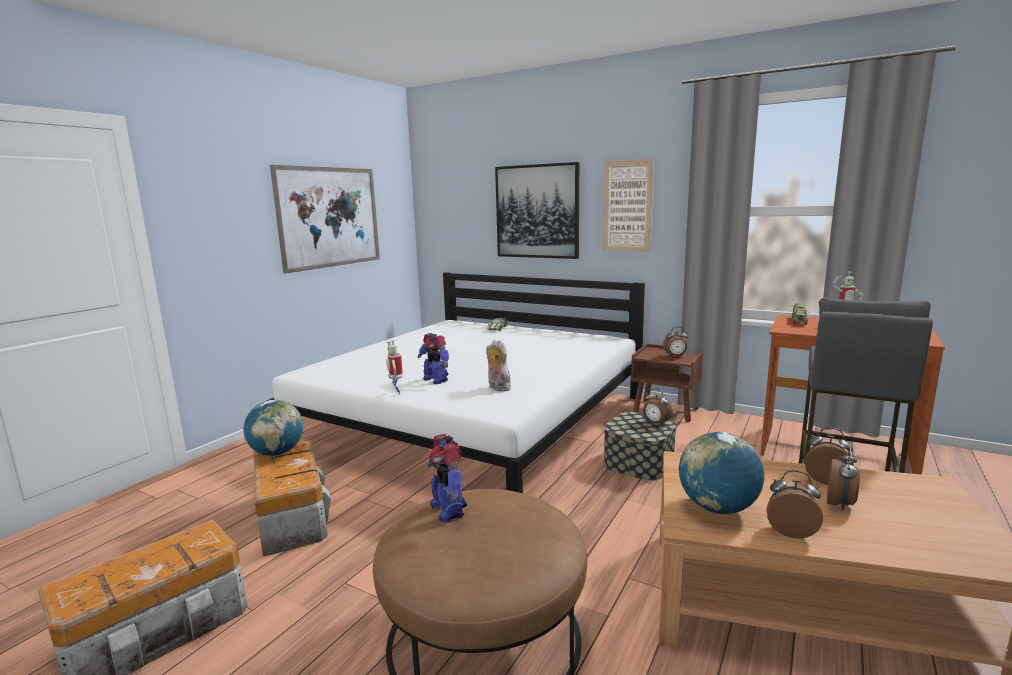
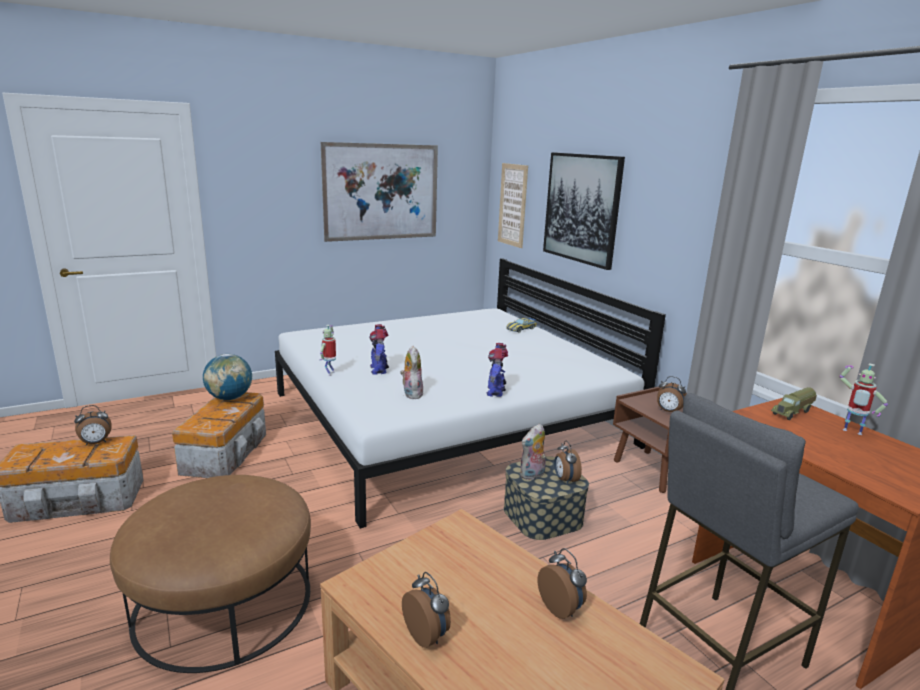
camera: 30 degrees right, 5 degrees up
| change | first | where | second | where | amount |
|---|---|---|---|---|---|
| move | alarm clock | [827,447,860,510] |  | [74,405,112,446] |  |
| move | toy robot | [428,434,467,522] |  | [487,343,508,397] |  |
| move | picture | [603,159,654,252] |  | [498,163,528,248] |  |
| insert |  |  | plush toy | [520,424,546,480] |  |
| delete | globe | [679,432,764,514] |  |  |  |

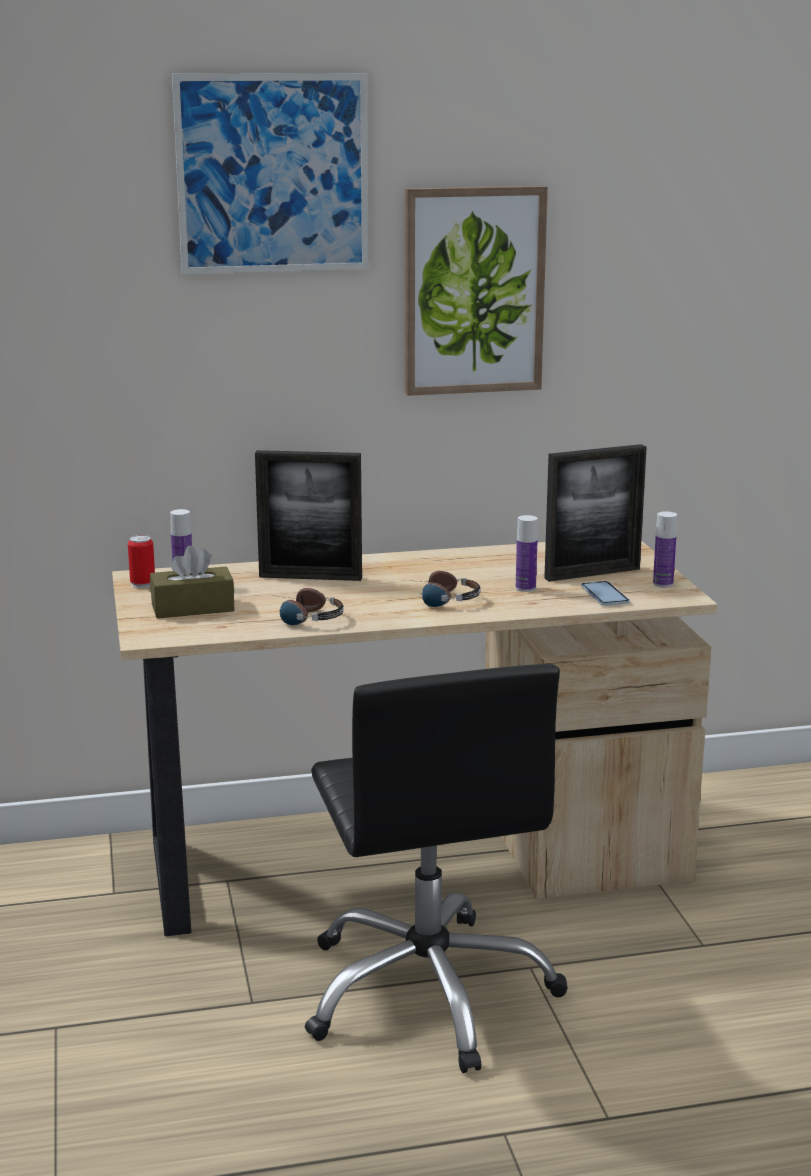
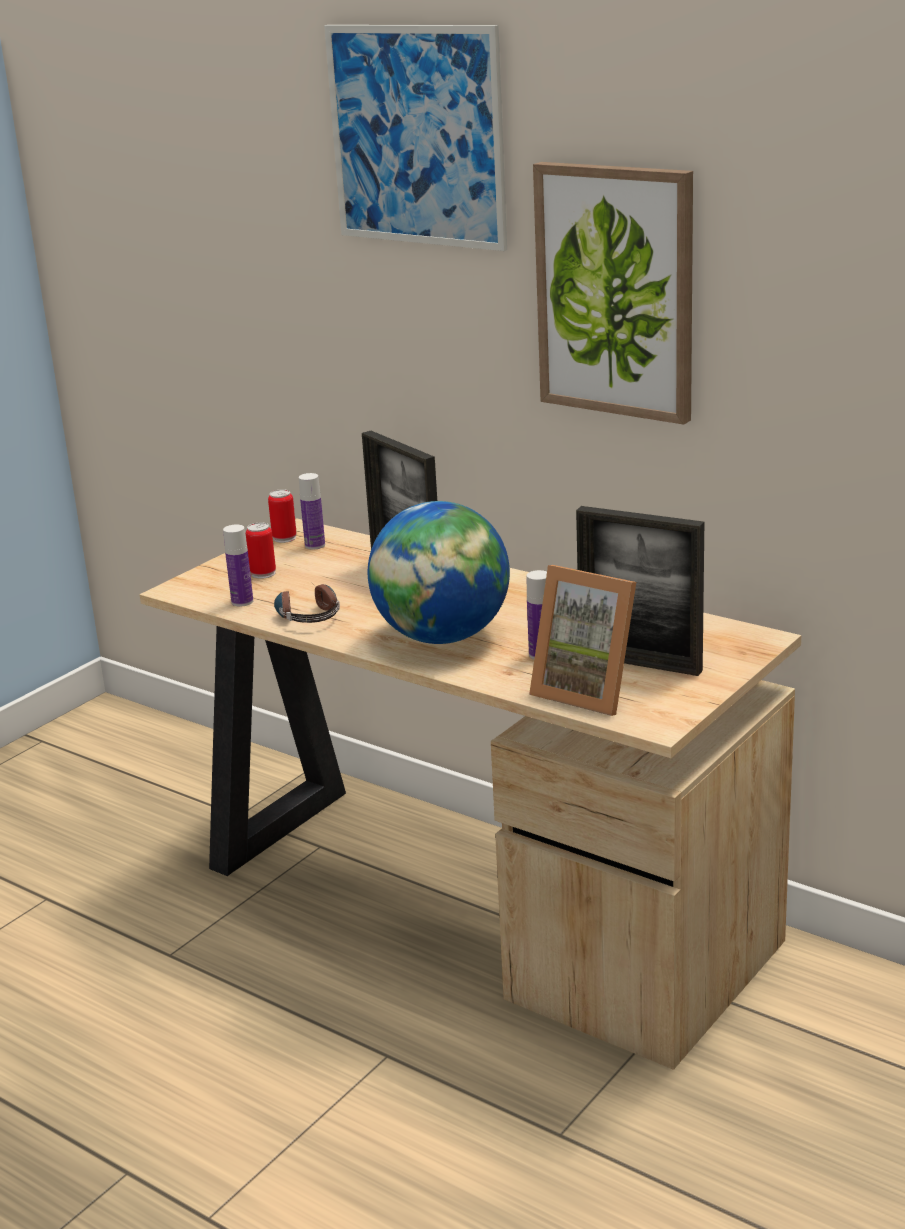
camera: 50 degrees right, 5 degrees up
| change | first | where | second | where | amount |
|---|---|---|---|---|---|
| move | bottle | [653,511,677,588] |  | [223,524,253,607] |  |
| replace | tissue box (brown) | [150,545,234,618] | can | [246,523,276,579] |  |
| replace | headphones | [403,571,481,607] | globe | [368,501,510,644] |  |
| replace | phone | [581,581,630,606] | picture frame | [529,565,636,716] |  |
| delete | office chair (black) | [305,664,568,1073] |  |  |  |

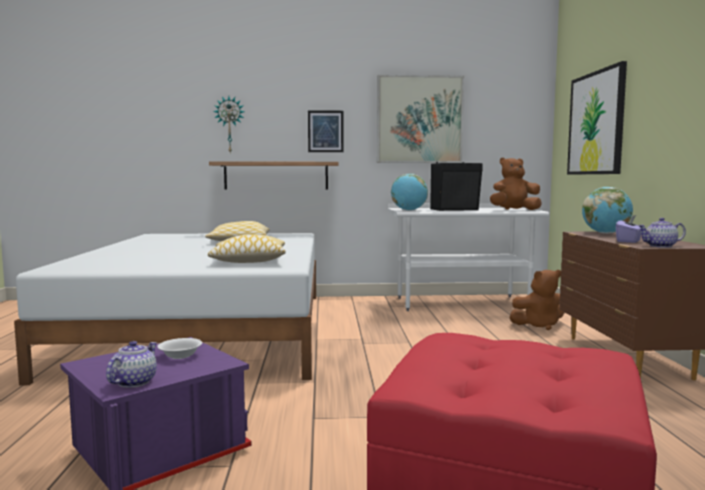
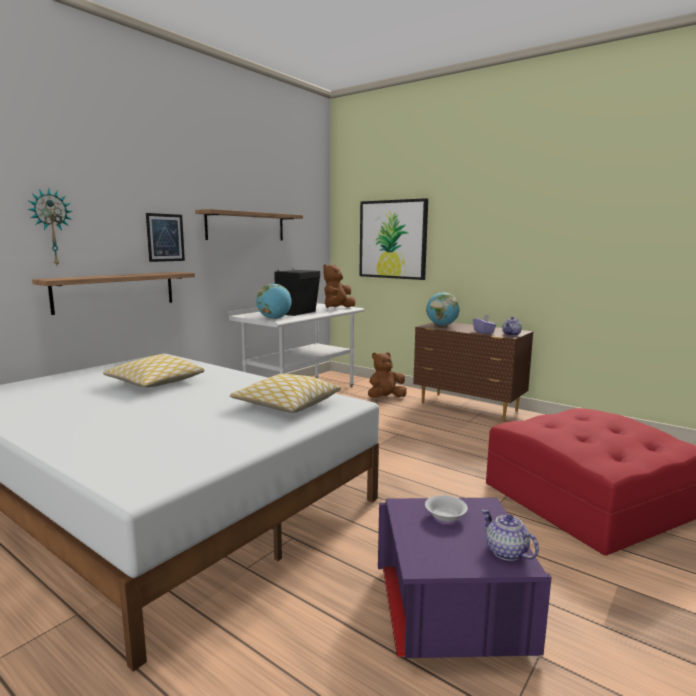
camera: 50 degrees left, 5 degrees up
| change | first | where | second | where | amount |
|---|---|---|---|---|---|
| replace | picture | [377,75,464,163] | shelf | [195,209,303,240] |  |
| rotate | plush toy (brown) | [510,270,565,330] |  | [368,352,407,398] | 150 degrees counterclockwise |

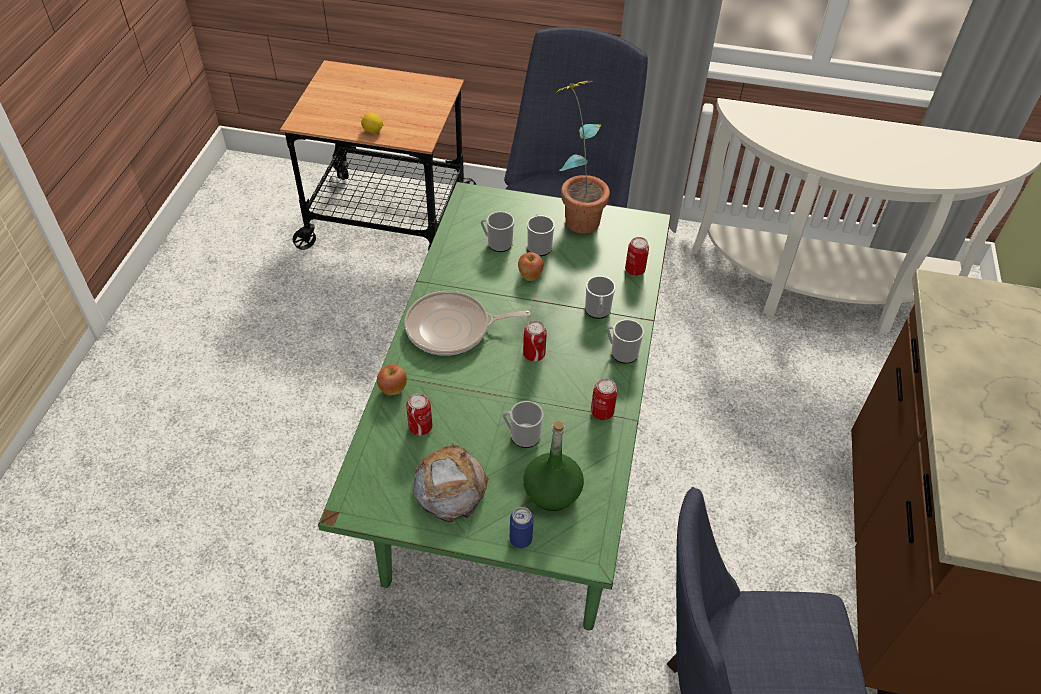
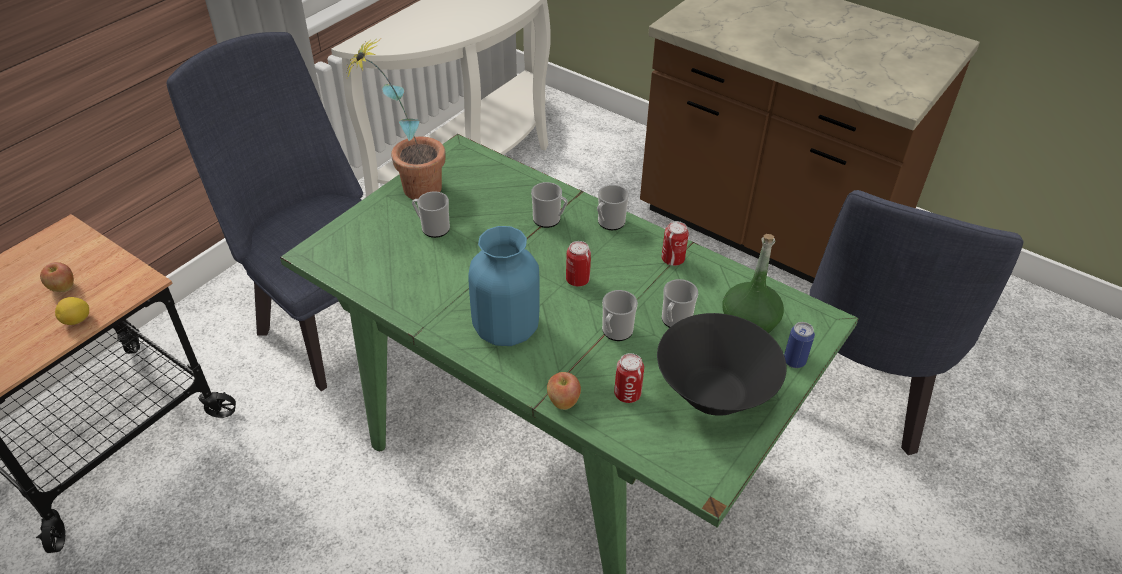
camera: 65 degrees left, 5 degrees down
| change | first | where | second | where | amount |
|---|---|---|---|---|---|
| move | apple | [518,252,543,281] |  | [40,262,74,292] |  |
| replace | frying pan | [404,291,531,356] | vase (blue) | [468,226,540,346] |  |
| move | mug | [481,211,514,252] |  | [602,290,638,341] |  |
| replace | bread | [413,443,489,522] | bowl (black) | [657,313,787,416] |  |
| delete | can | [625,237,649,276] |  |  |  |

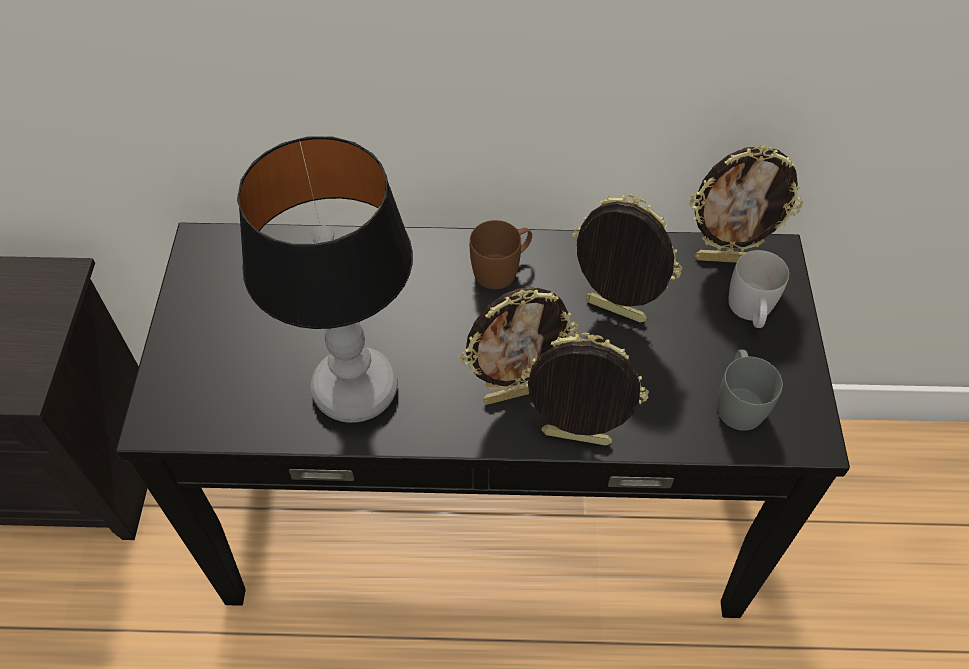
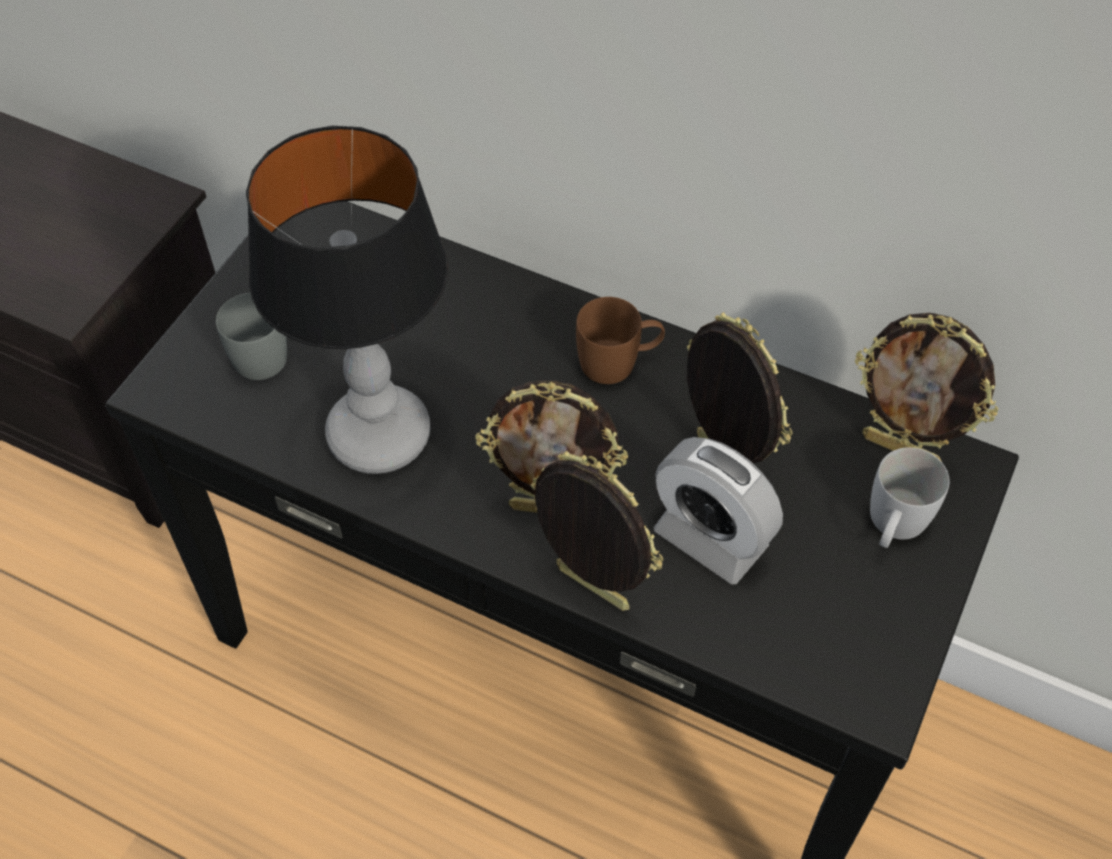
camera: 25 degrees right, 0 degrees up
| change | first | where | second | where | amount |
|---|---|---|---|---|---|
| move | mug (grey) | [717,349,783,431] |  | [216,293,287,380] |  |
| insert |  |  | alarm clock | [654,437,783,585] |  |

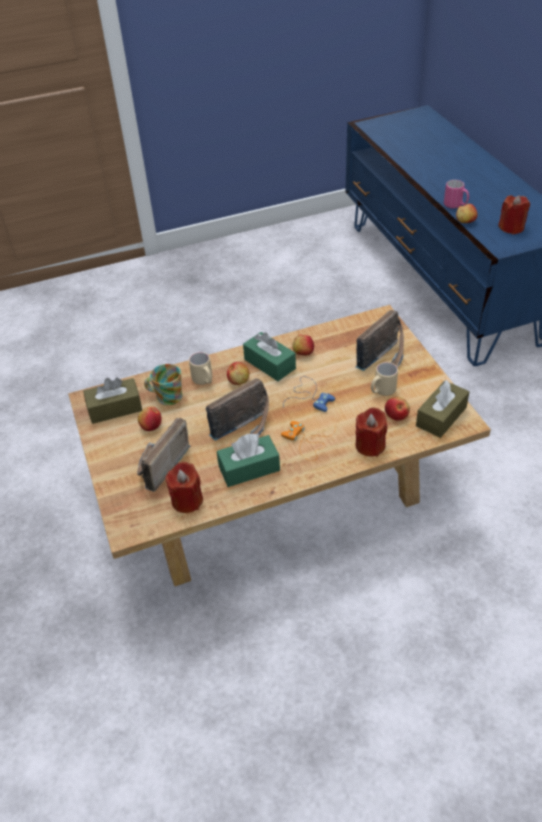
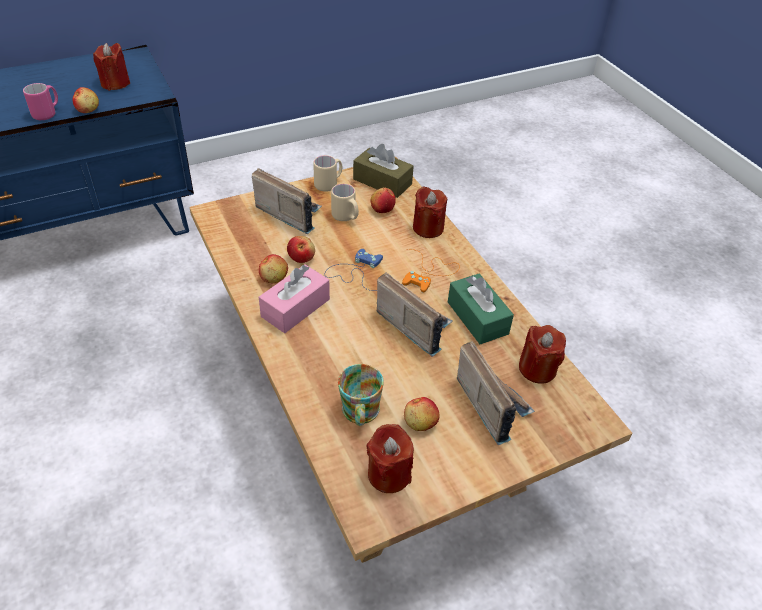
camera: 100 degrees left, 0 degrees up
| change | first | where | second | where | amount |
|---|---|---|---|---|---|
| recolor | tissue box (green) | [243,332,296,381] | tissue box (pink) | [259,264,330,333] |  |
| move | apple | [227,362,249,385] |  | [287,236,315,263] |  |
| move | mug (beige) | [189,352,212,385] |  | [313,155,342,192] |  |
| replace | tissue box (brown) | [83,377,142,424] | candle (red) | [366,424,414,493] |  |
| rotate | radio | [137,418,190,492] |  | [457,341,535,445] | 135 degrees counterclockwise |

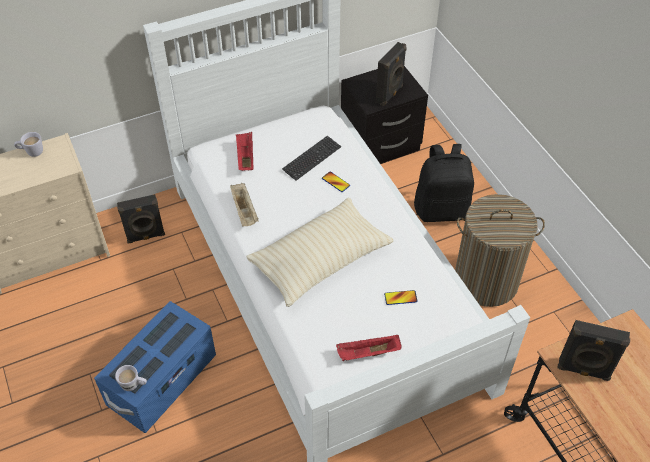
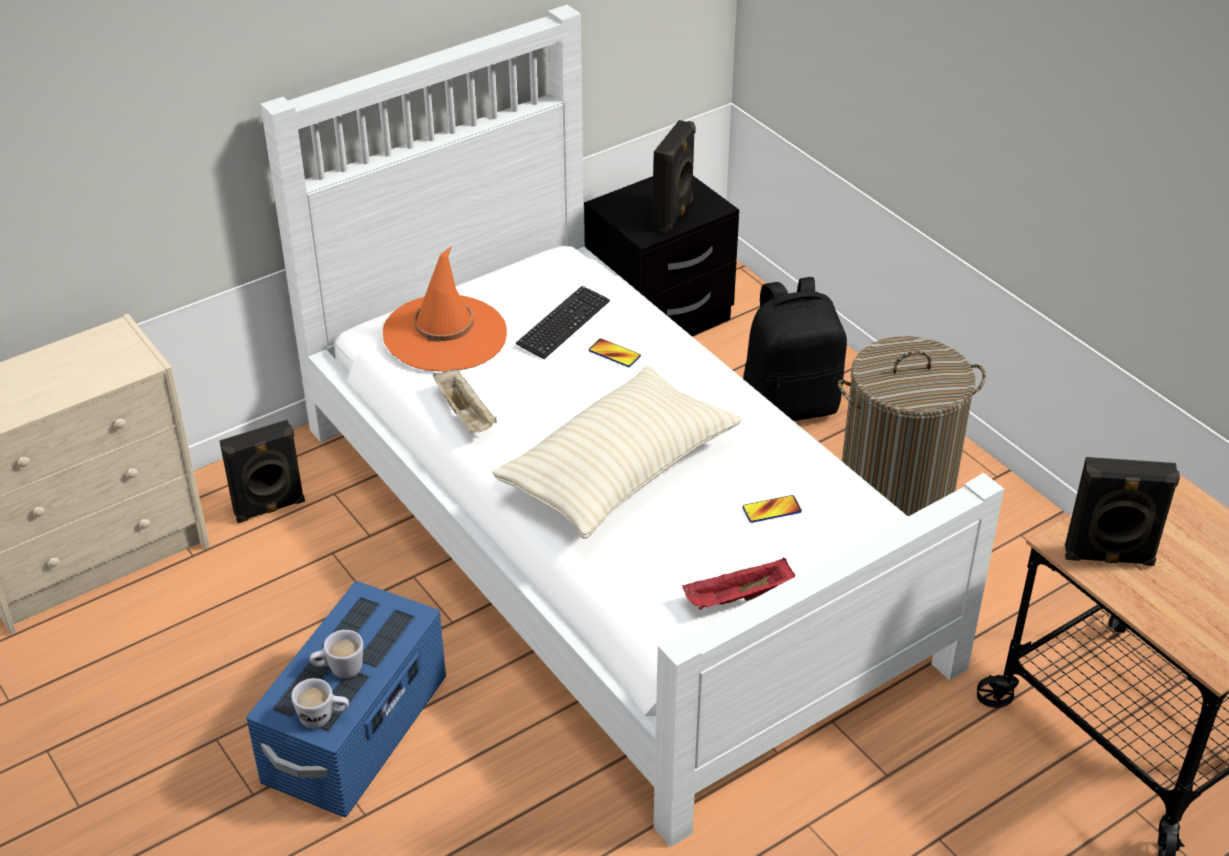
camera: 10 degrees left, 10 degrees down
| change | first | where | second | where | amount |
|---|---|---|---|---|---|
| move | mug (white) | [14,132,43,157] |  | [310,630,363,679] |  |
| replace | tray (red) | [236,132,253,171] | hat (orange) | [383,246,507,371] |  |

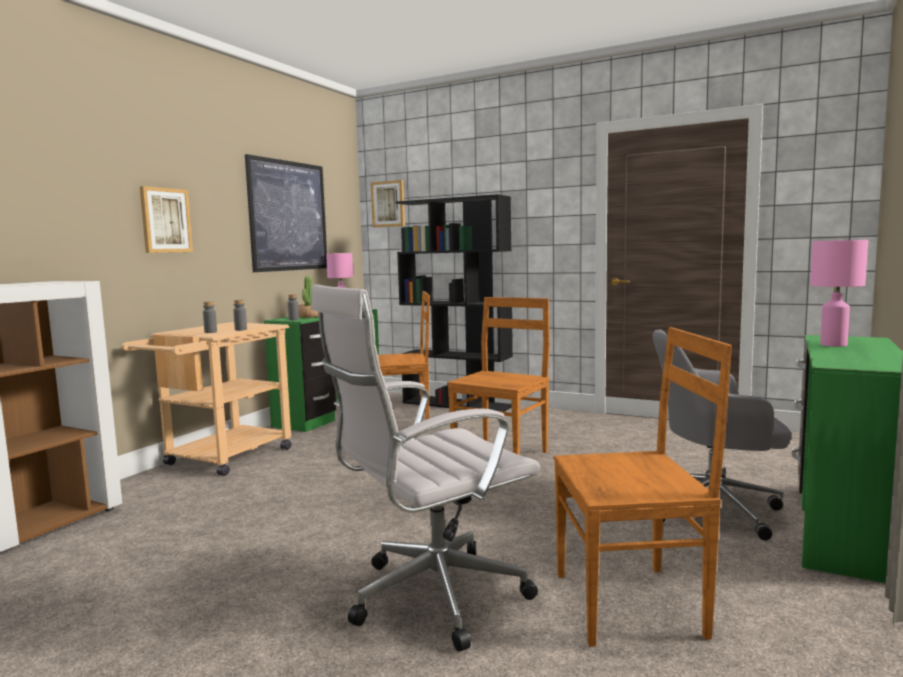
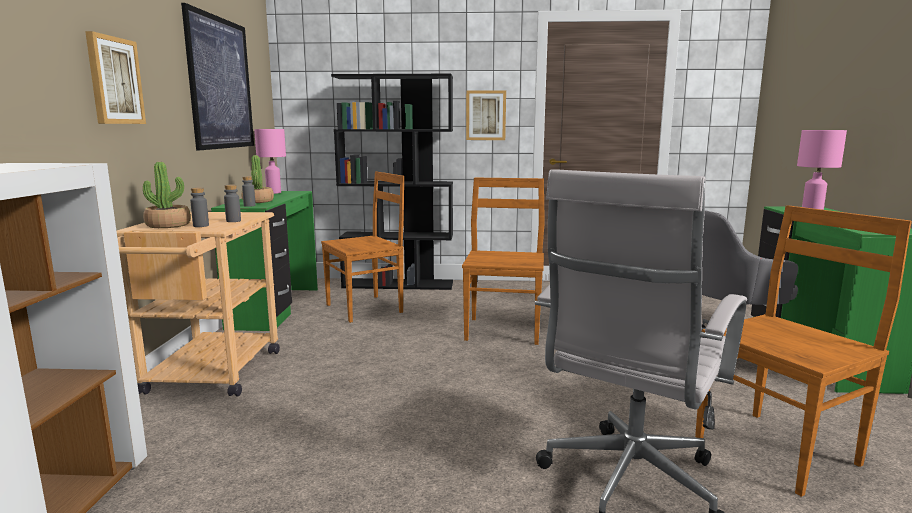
camera: 25 degrees left, 5 degrees up
| change | first | where | second | where | amount |
|---|---|---|---|---|---|
| insert |  |  | potted plant | [143,162,191,228] |  |
| move | picture | [371,180,405,227] |  | [466,91,506,140] |  |

